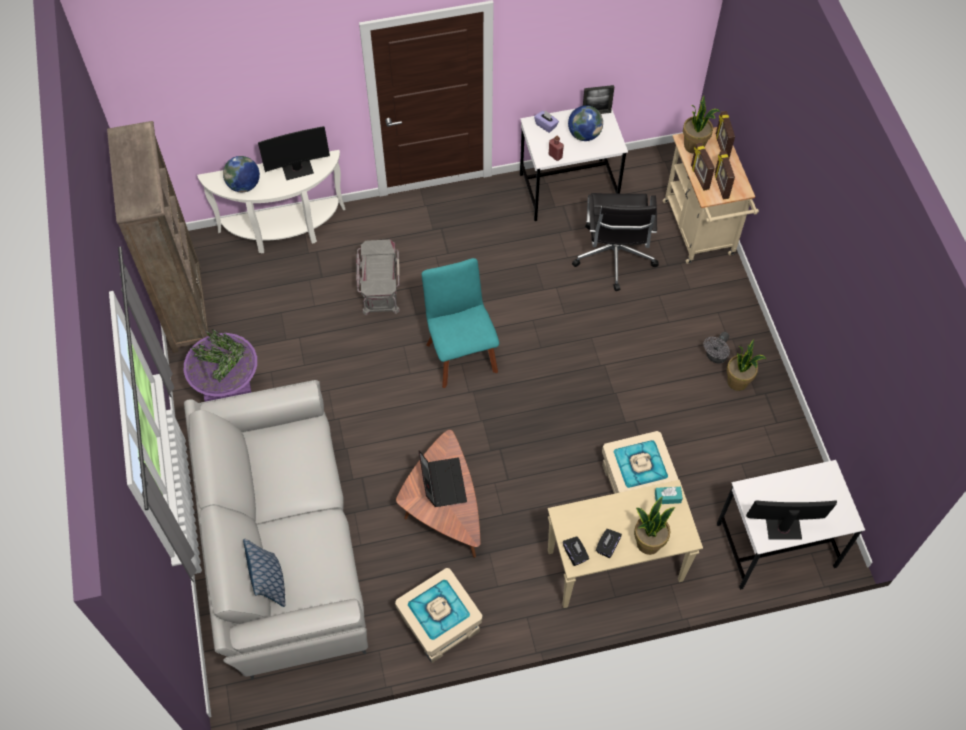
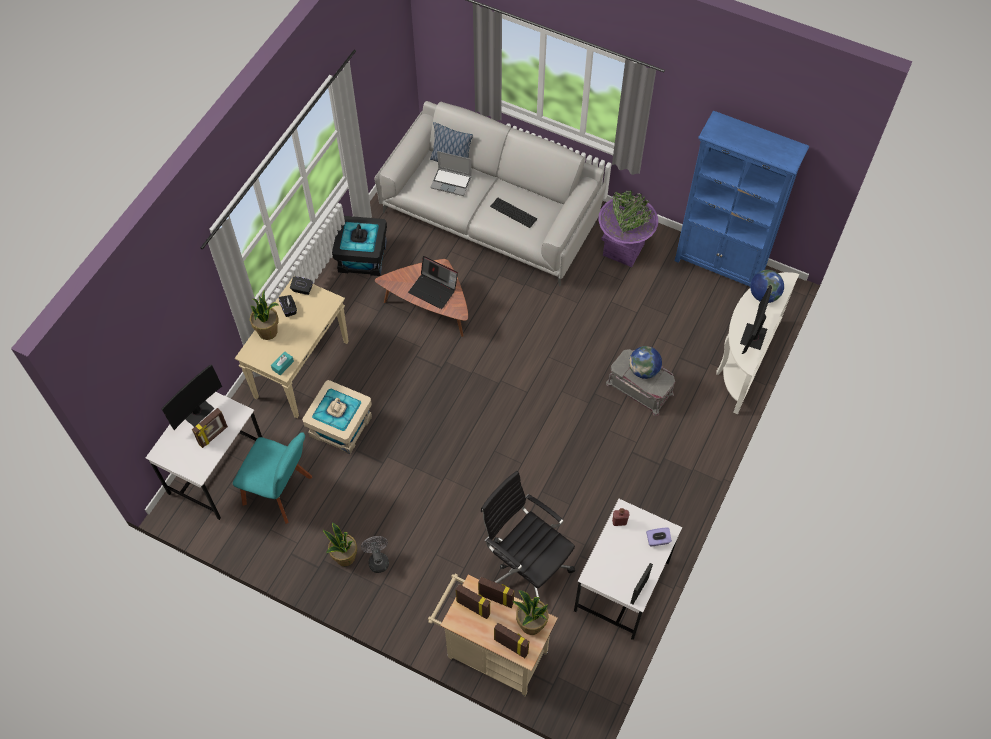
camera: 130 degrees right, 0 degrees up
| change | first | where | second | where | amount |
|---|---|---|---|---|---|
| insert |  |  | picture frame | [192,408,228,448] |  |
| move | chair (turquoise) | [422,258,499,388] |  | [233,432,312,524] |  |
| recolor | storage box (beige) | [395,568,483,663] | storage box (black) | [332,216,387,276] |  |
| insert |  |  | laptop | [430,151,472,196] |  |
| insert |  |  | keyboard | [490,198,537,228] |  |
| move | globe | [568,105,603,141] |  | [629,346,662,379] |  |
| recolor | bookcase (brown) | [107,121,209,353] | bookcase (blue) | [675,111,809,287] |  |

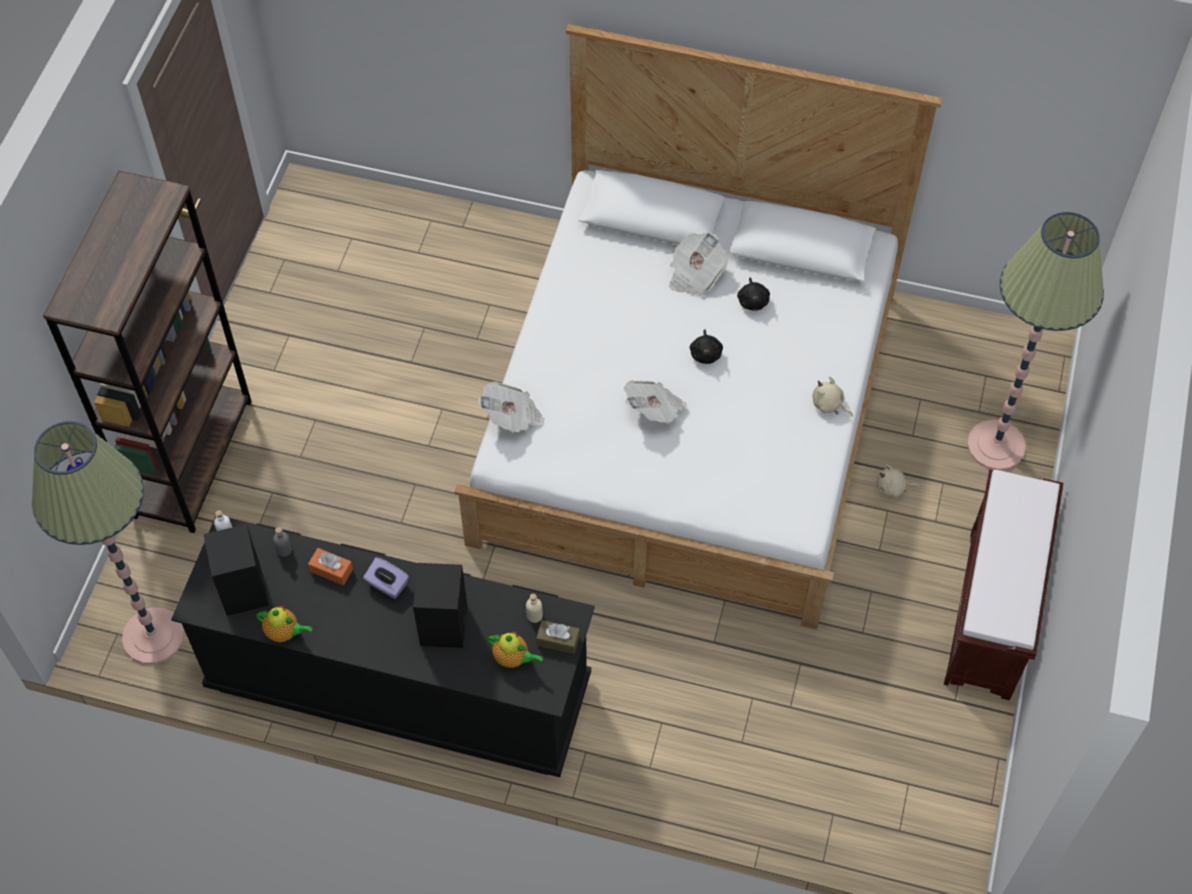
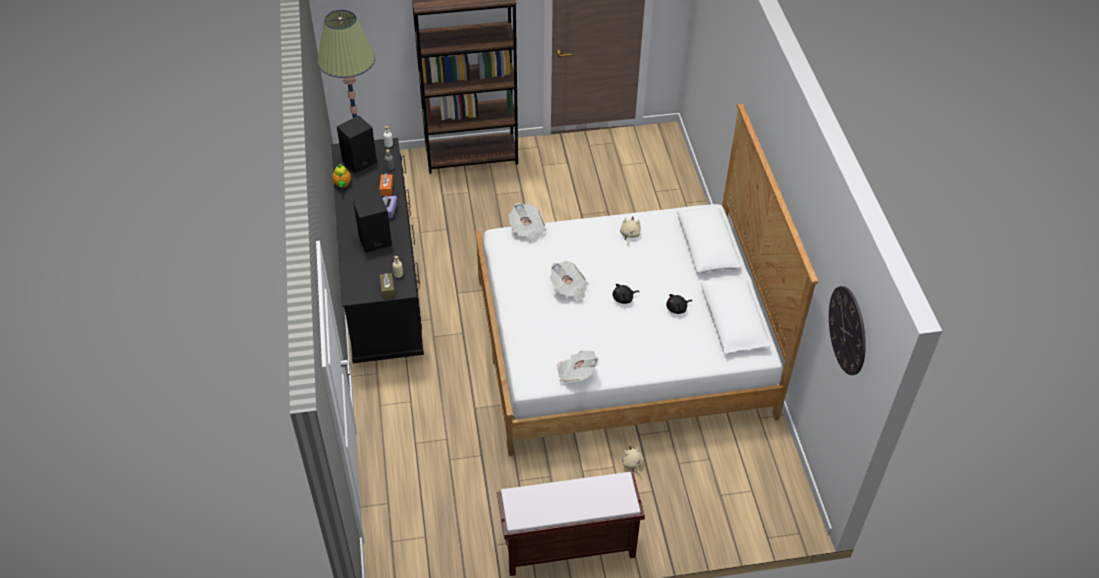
camera: 65 degrees right, 10 degrees down
| change | first | where | second | where | amount |
|---|---|---|---|---|---|
| move | newspaper | [669,232,728,296] |  | [557,351,599,382] |  |
| move | plush toy (beige) | [812,376,853,416] |  | [620,217,641,246] |  |
| insert |  |  | wall clock | [829,286,866,375] |  |
| delete | teapot | [488,632,543,668] |  |  |  |
| delete | floor lamp | [967,212,1104,470] |  |  |  |

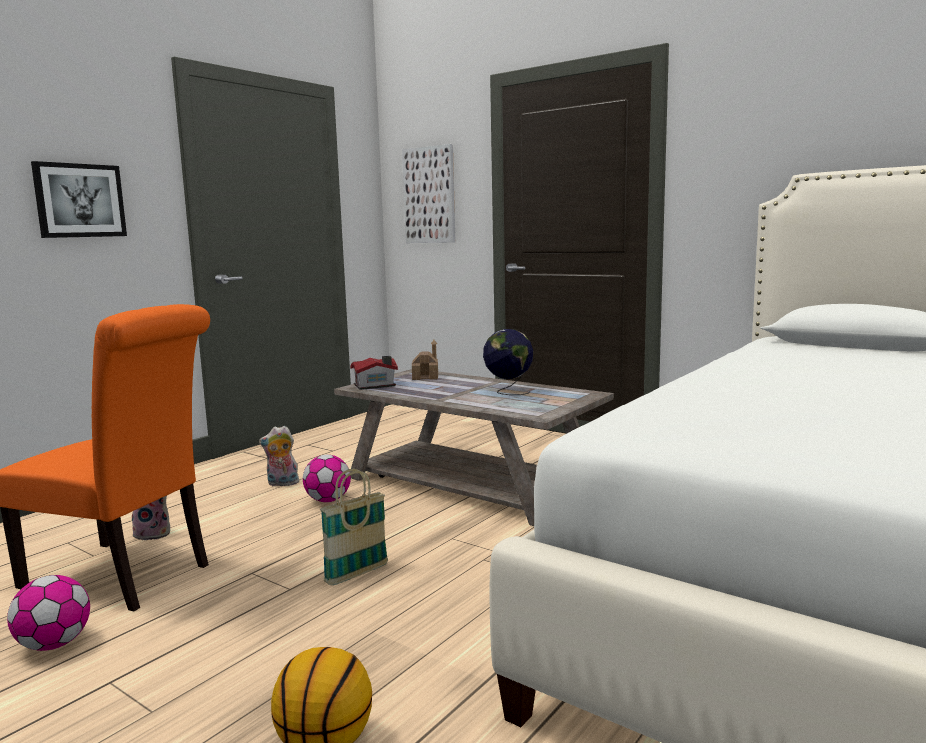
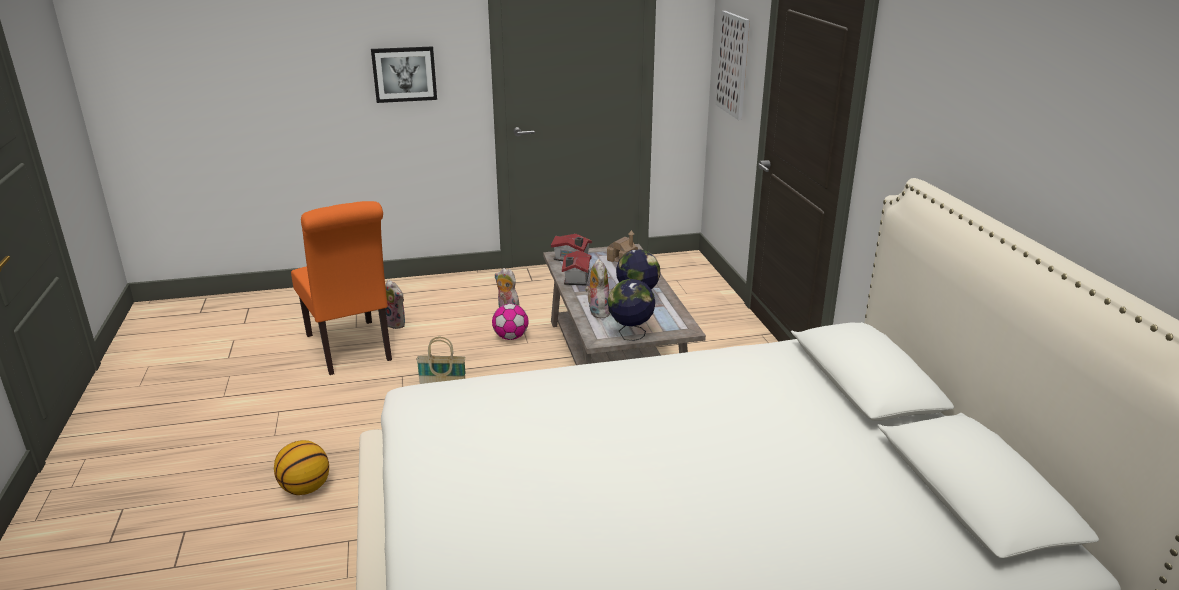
camera: 40 degrees right, 15 degrees up
| change | first | where | second | where | amount |
|---|---|---|---|---|---|
| insert |  |  | toy house | [562,250,591,285] |  |
| insert |  |  | plush toy | [585,259,610,319] |  |
| insert |  |  | globe | [608,279,655,341] |  |
| delete | football | [7,575,90,651] |  |  |  |

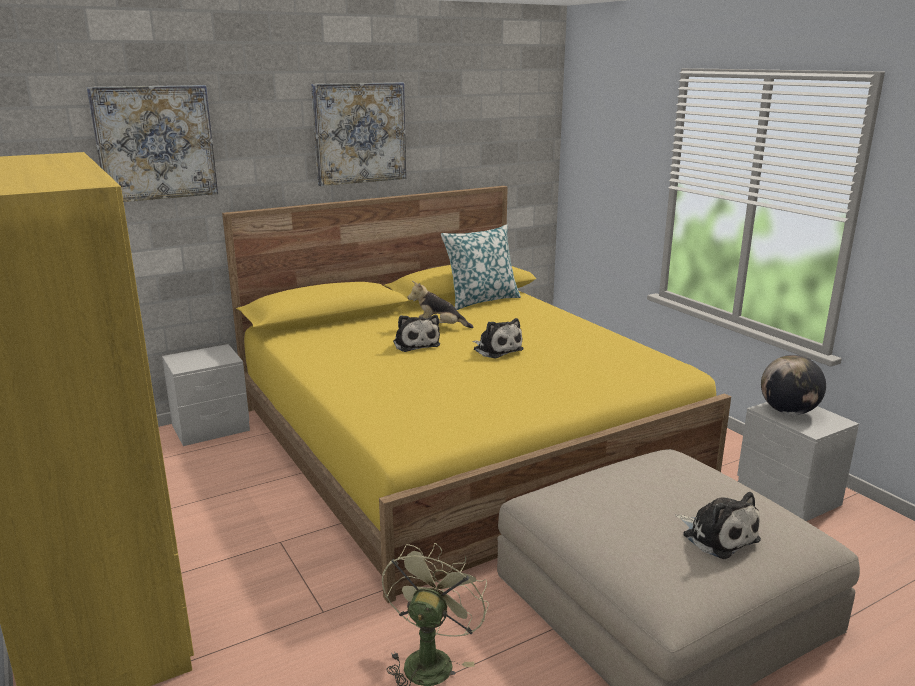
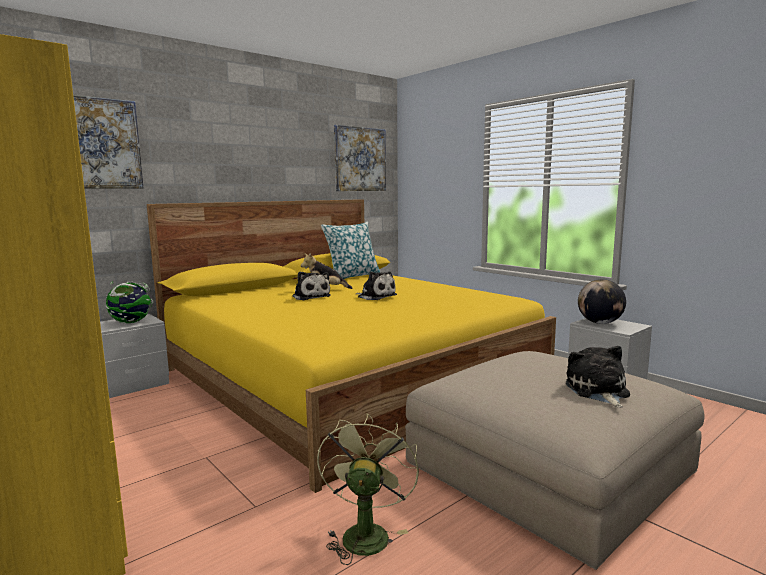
camera: 10 degrees left, 10 degrees down
| change | first | where | second | where | amount |
|---|---|---|---|---|---|
| insert |  |  | globe | [105,281,153,323] |  |
| move | picture | [311,82,406,186] |  | [334,125,386,191] |  |
| rotate | plush toy | [675,492,761,559] |  | [566,346,630,408] | 135 degrees counterclockwise |

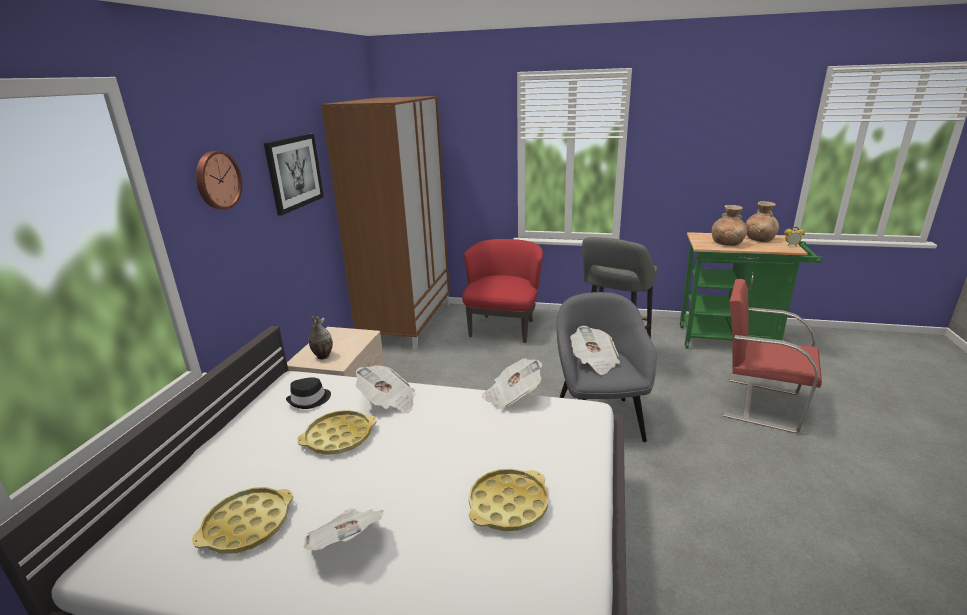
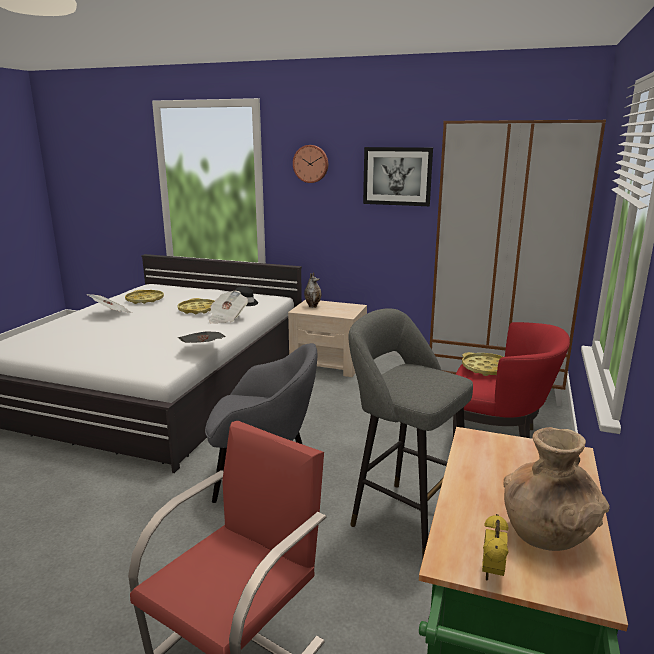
camera: 95 degrees right, 5 degrees down
| change | first | where | second | where | amount |
|---|---|---|---|---|---|
| move | tray (yellow) | [469,469,548,531] |  | [462,352,503,376] |  |
| delete | newspaper | [570,326,620,375] |  |  |  |
| delete | vase (brown) | [712,205,747,246] |  |  |  |

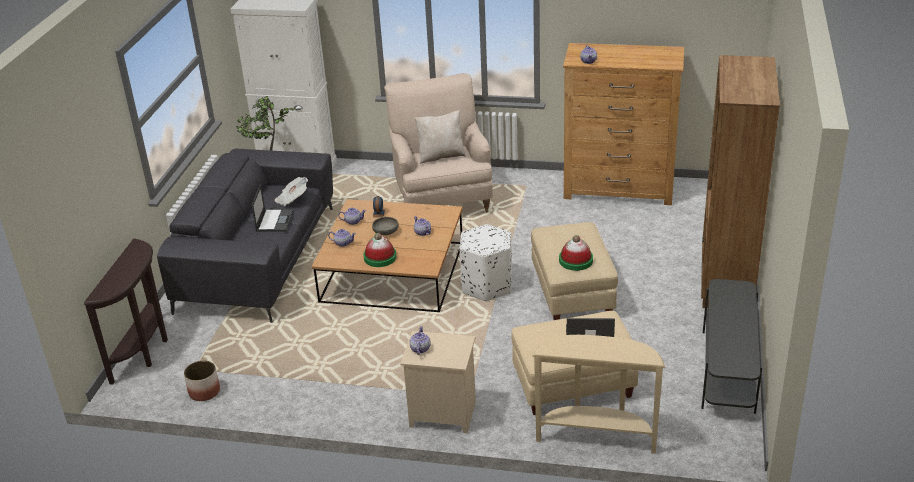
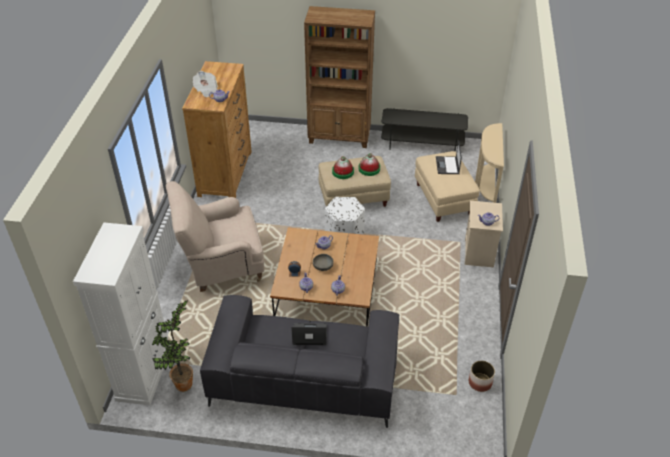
camera: 95 degrees left, 10 degrees up
| change | first | where | second | where | amount |
|---|---|---|---|---|---|
| move | newspaper | [275,177,308,206] |  | [193,71,218,97] |  |
| move | hat | [363,233,396,267] |  | [332,156,354,179] |  |
| delete | console table (brown) | [84,238,168,385] |  |  |  |
| delete | pillow (beige) | [414,110,466,164] |  |  |  |

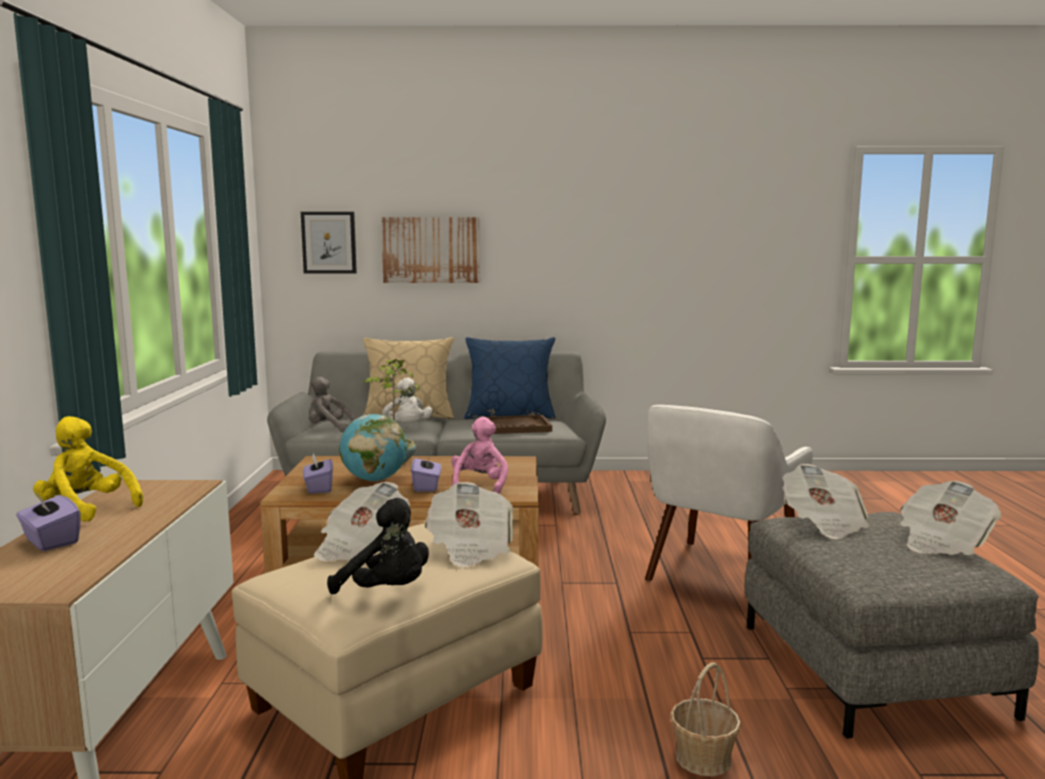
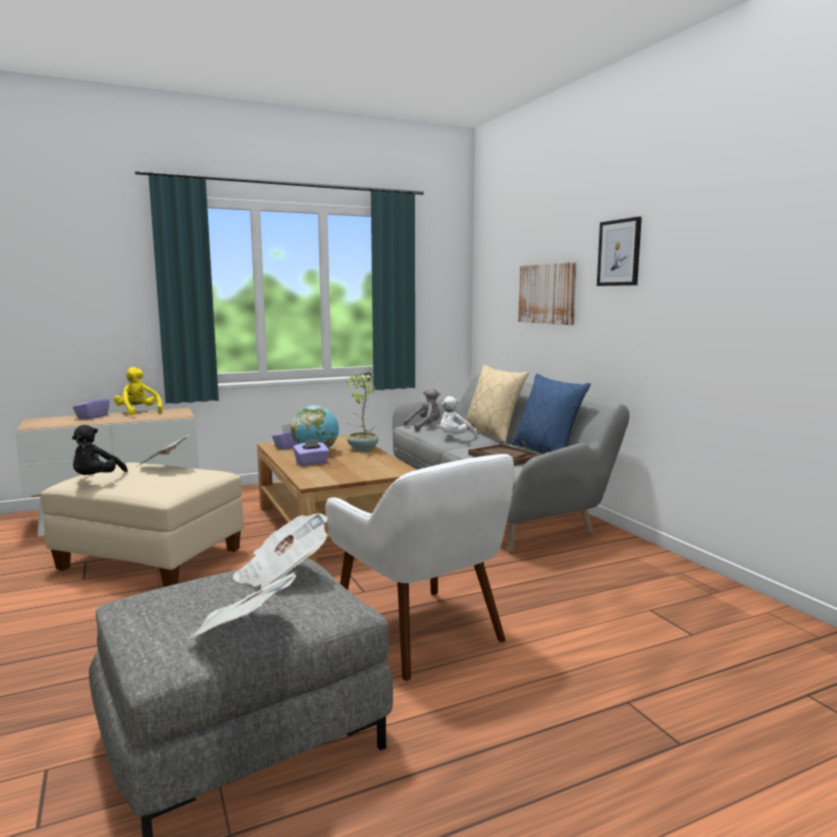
camera: 65 degrees right, 0 degrees up
| change | first | where | second | where | amount |
|---|---|---|---|---|---|
| rotate | plush toy (yellow) | [33,416,143,522] |  | [114,367,162,415] | 45 degrees counterclockwise |
| rotate | armchair (white) | [645,405,813,582] |  | [326,454,514,681] | 135 degrees counterclockwise |
| rotate | plush toy (grey) | [309,377,359,432] |  | [404,388,441,431] | 75 degrees clockwise |
| move | picture | [301,212,357,274] |  | [597,217,642,286] |  |
| delete | newspaper | [425,482,513,567] |  |  |  |
| delete | plush toy (pink) | [451,417,508,494] |  |  |  |
| delete | basket | [670,662,741,776] |  |  |  |

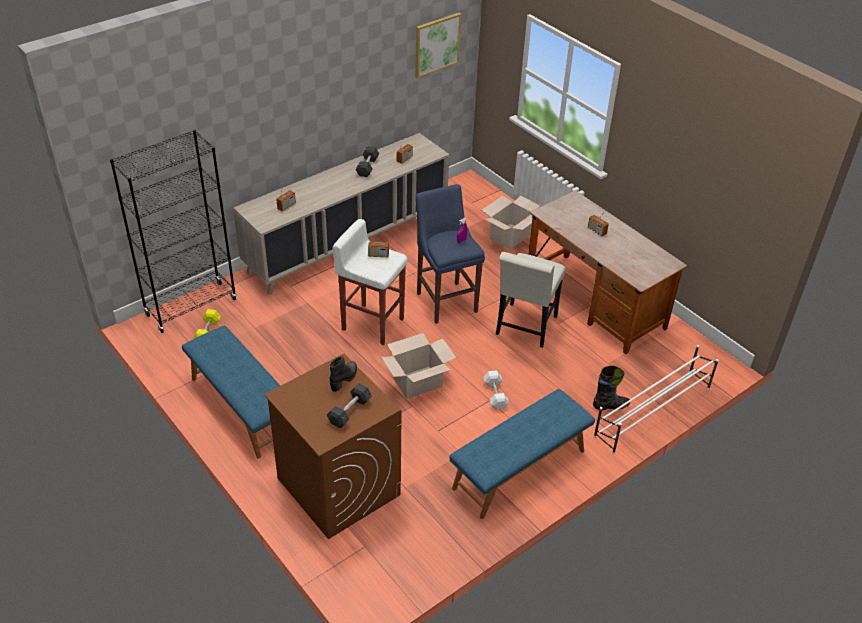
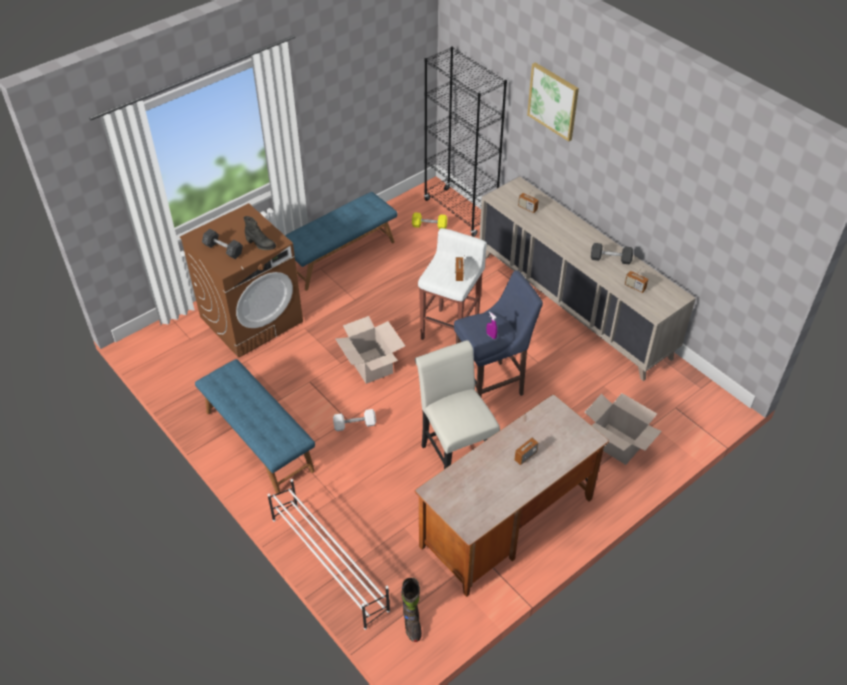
camera: 90 degrees right, 5 degrees up
| change | first | where | second | where | amount |
|---|---|---|---|---|---|
| move | boot (black) | [593,365,630,410] |  | [401,578,422,642] |  |
| rotate | chair (white) | [496,252,566,348] |  | [415,340,500,469] | 45 degrees clockwise |
| move | picture | [415,13,462,78] |  | [527,62,579,141] |  |

